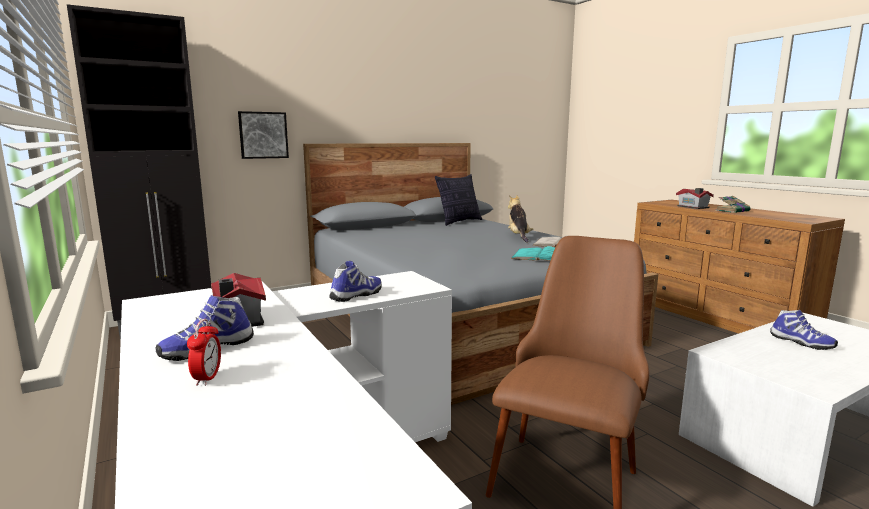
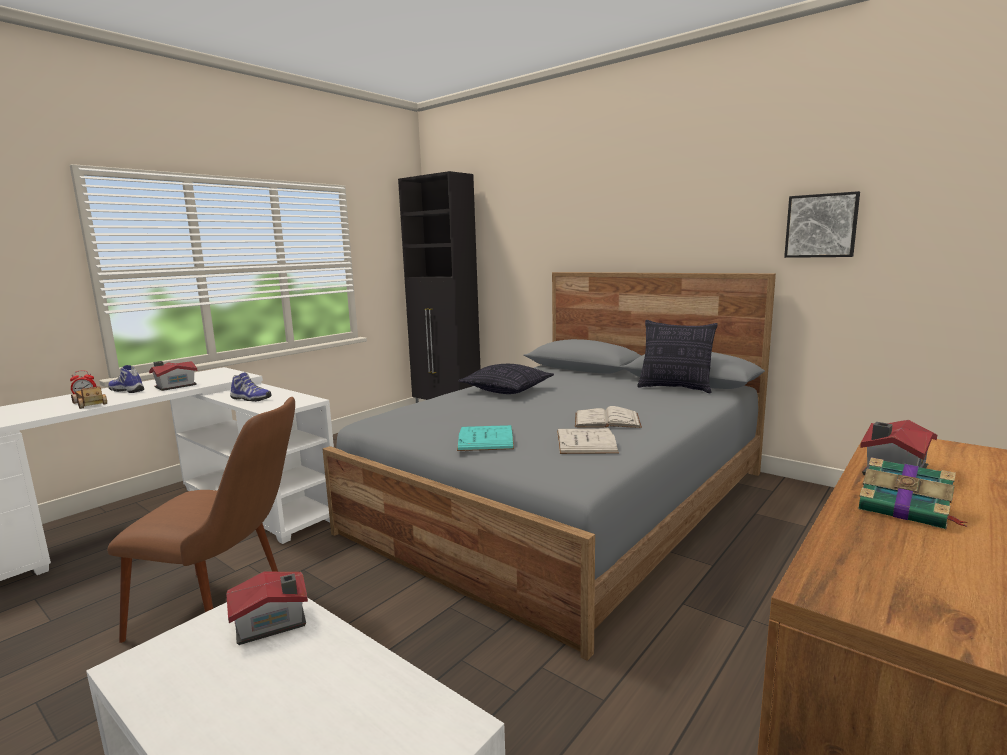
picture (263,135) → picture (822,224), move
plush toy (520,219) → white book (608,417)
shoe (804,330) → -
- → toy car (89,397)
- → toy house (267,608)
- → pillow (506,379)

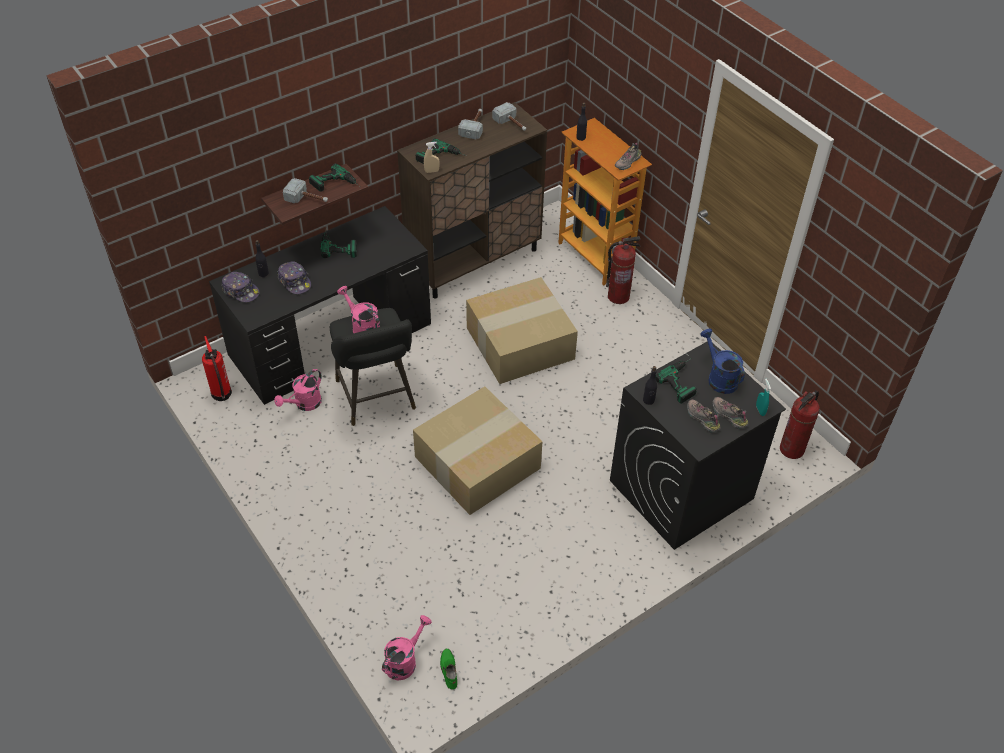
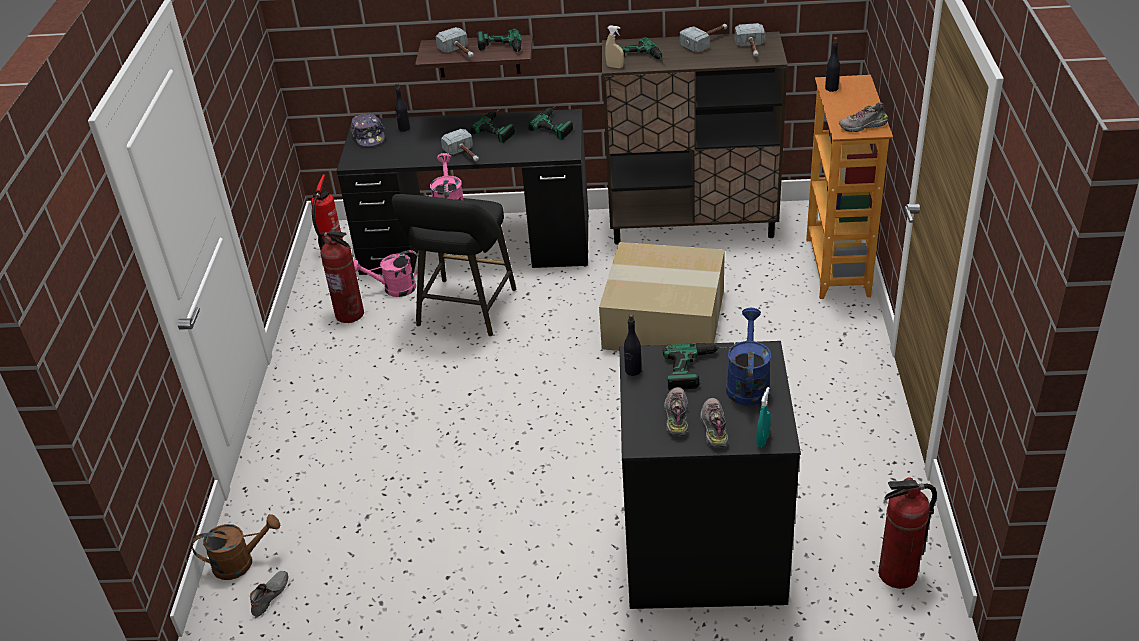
cap (294,277) → -
pink watering can (407,647) → brown watering can (236,547)
cardboard box (478,451) → -
green shoe (448,669) → grey shoe (269,593)
fire extinguisher (623,270) → fire extinguisher (341,276), move
- → hammer (460,145)
- → power drill (550,123)

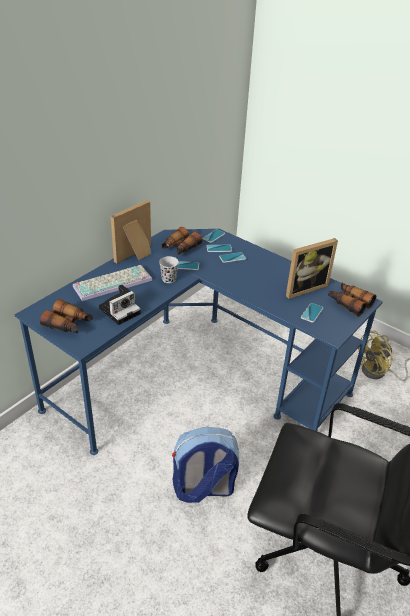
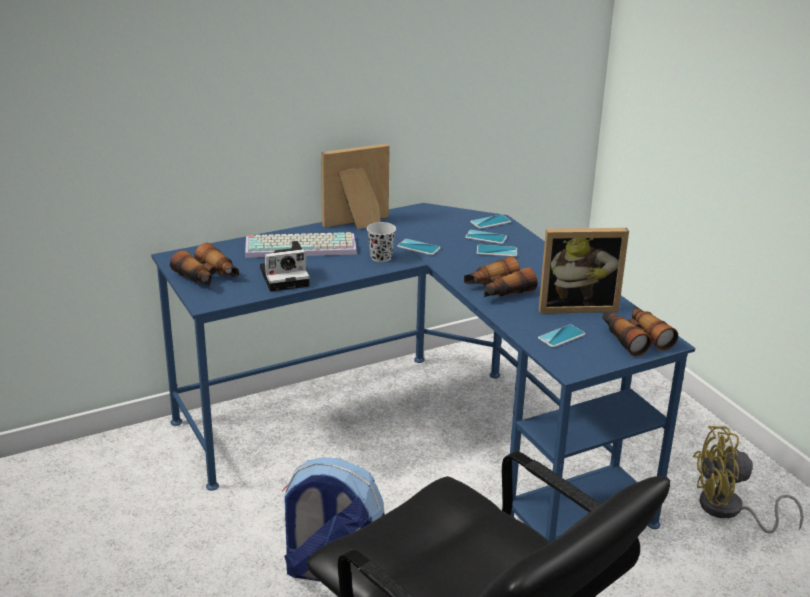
binoculars (181,241) → binoculars (500,276), move

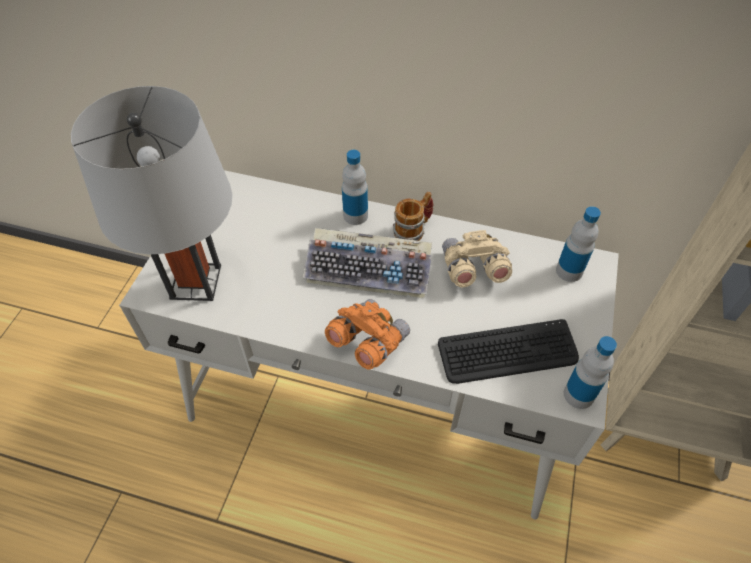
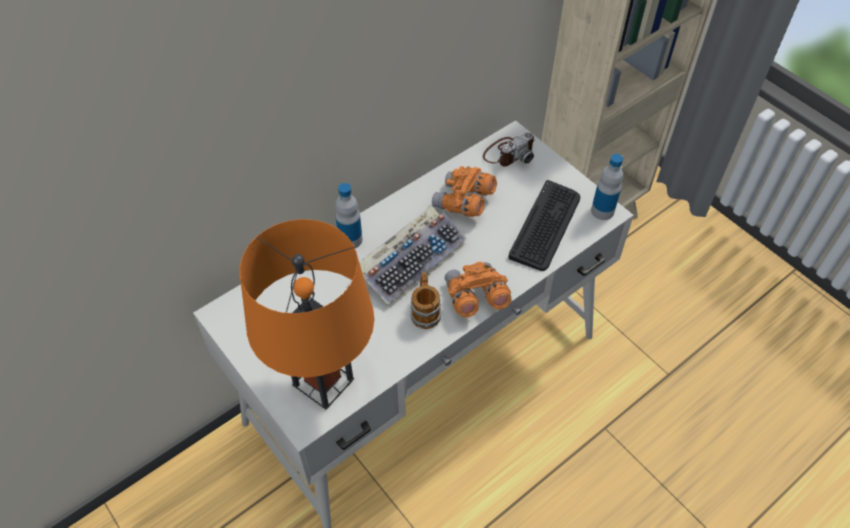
grey table lamp (151,193) → orange table lamp (307,314)
mug (413,216) → mug (425,300), move
beige binoculars (477,258) → orange binoculars (464,191)
bottle (578,244) → photo camera (509,149)

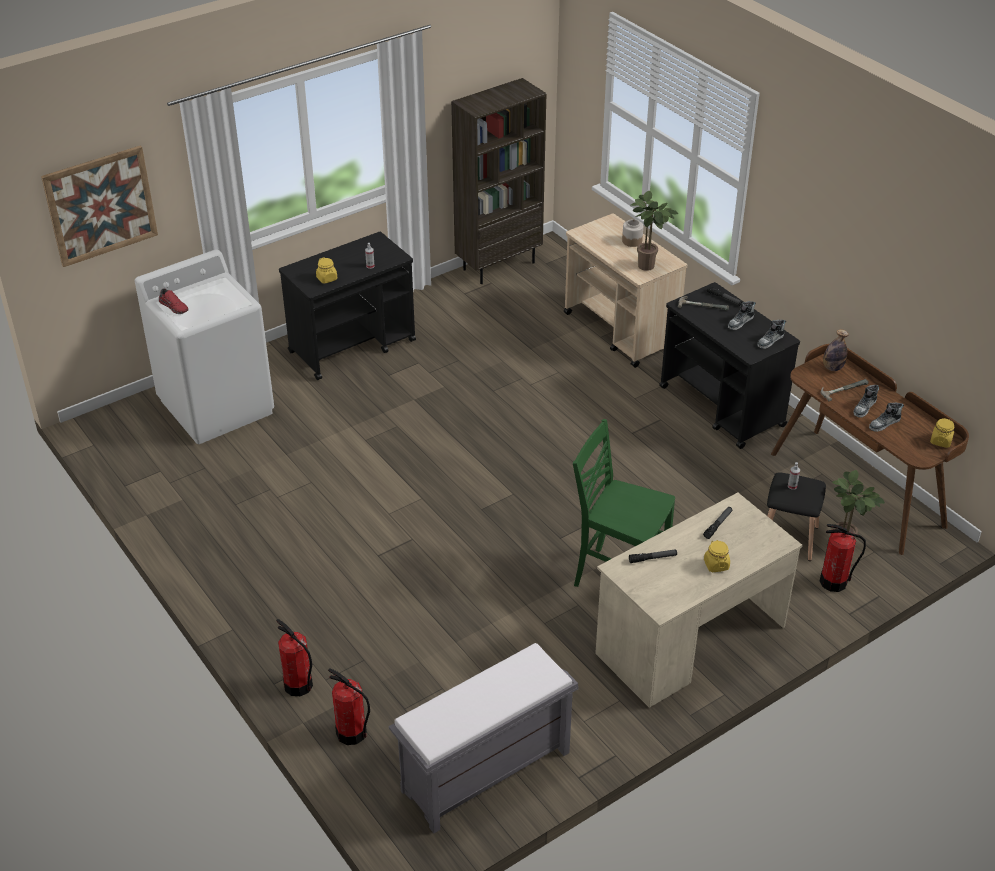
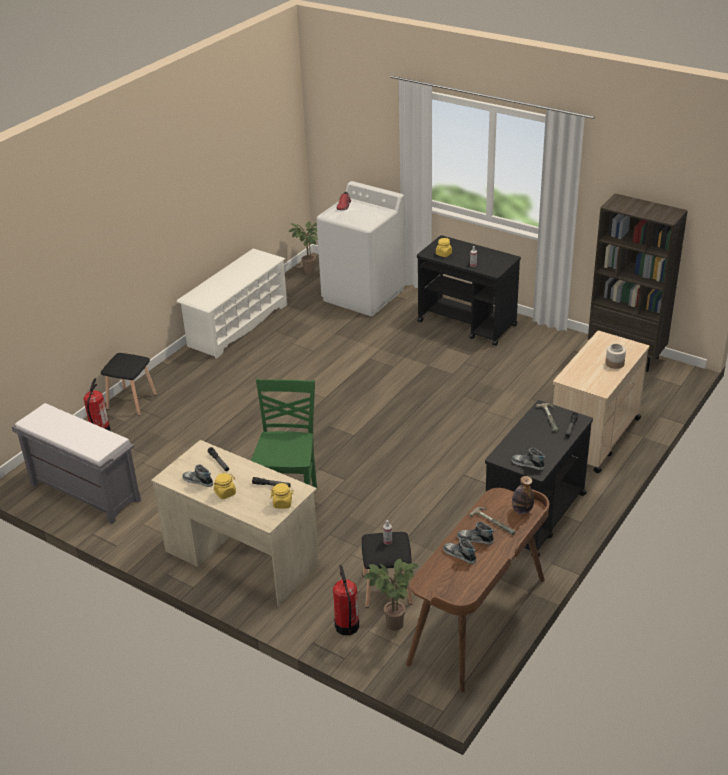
picture (99,206) → -
fire extinguisher (294,657) → black stool (129,384)
potted plant (654,231) → potted plant (303,248), move
shoe (742,315) → shoe (197,475), move
yellow jar (942,433) → yellow jar (282,496), move
- → white shoe rack (231,303)

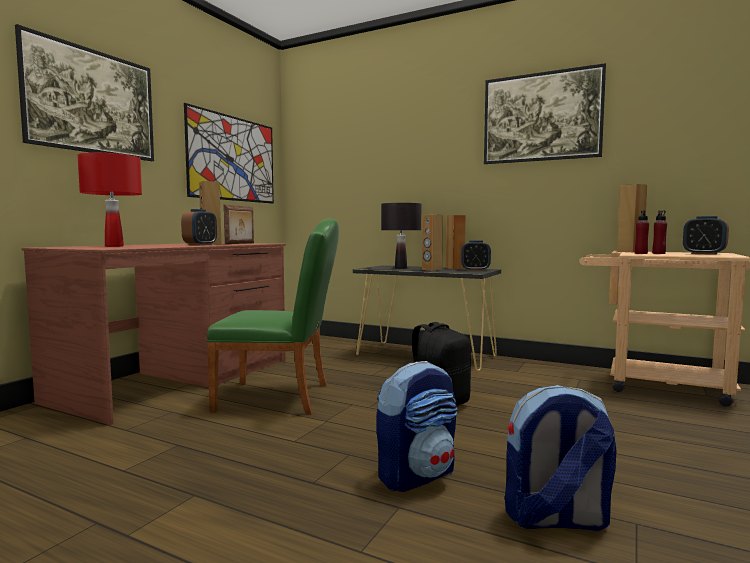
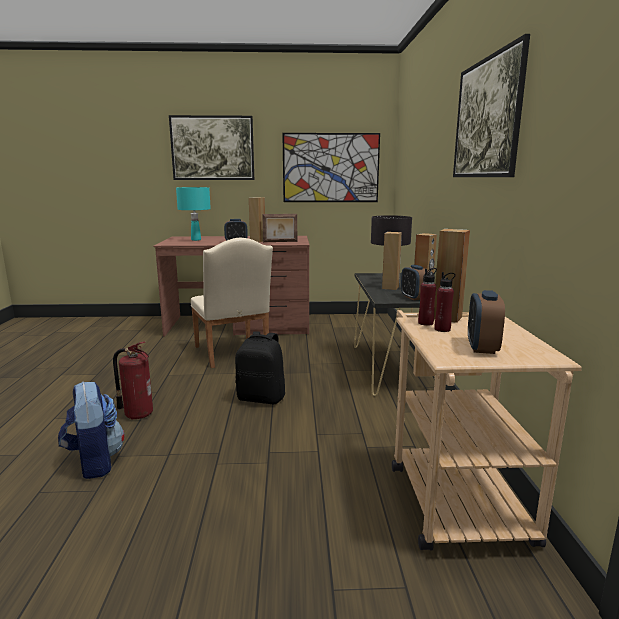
red table lamp (110,200) → turquoise table lamp (193,214)
green chair (272,316) → beige chair (231,303)
backpack (417,426) → fire extinguisher (133,380)

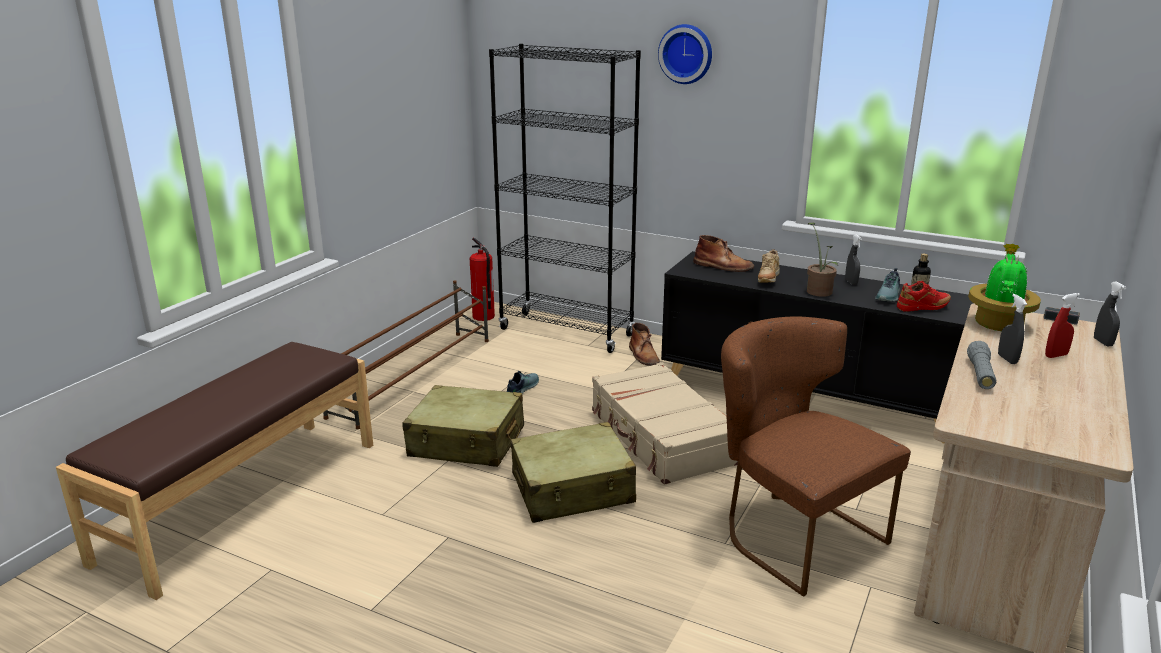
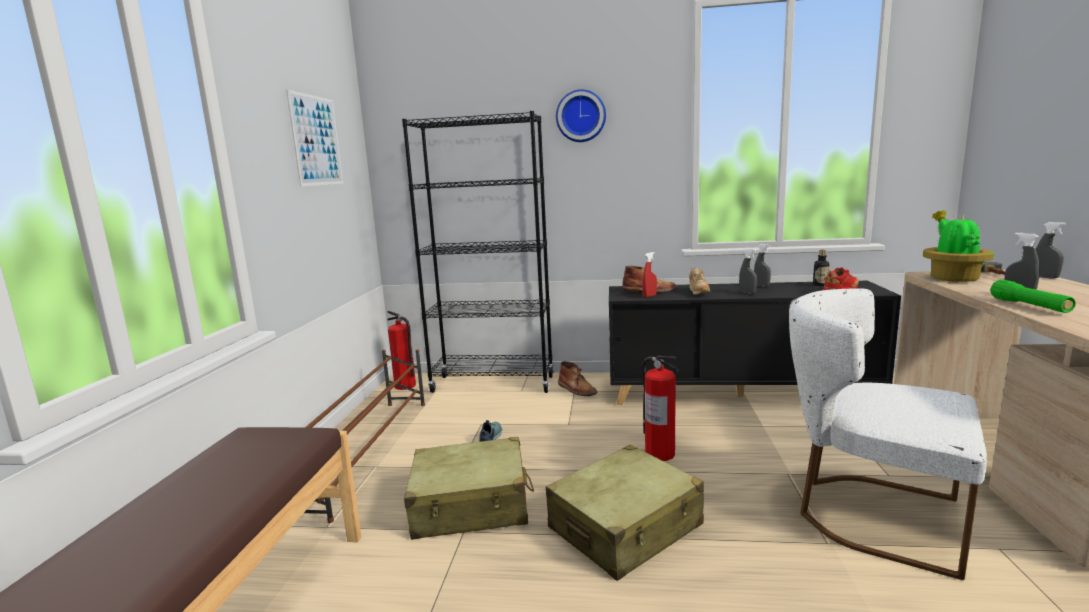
beige suitcase (665,423) → fire extinguisher (660,408)
brown chair (816,456) → white chair (888,434)
potted plant (822,260) → grey spray bottle (748,271)
shoe (887,285) → -
grey flashlight (981,365) → green flashlight (1033,296)
red spray bottle (1062,325) → red spray bottle (649,275), move
- → picture (314,137)

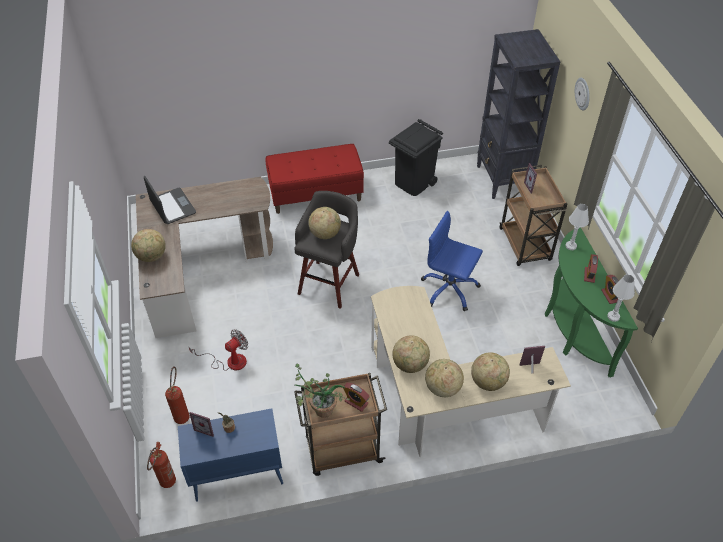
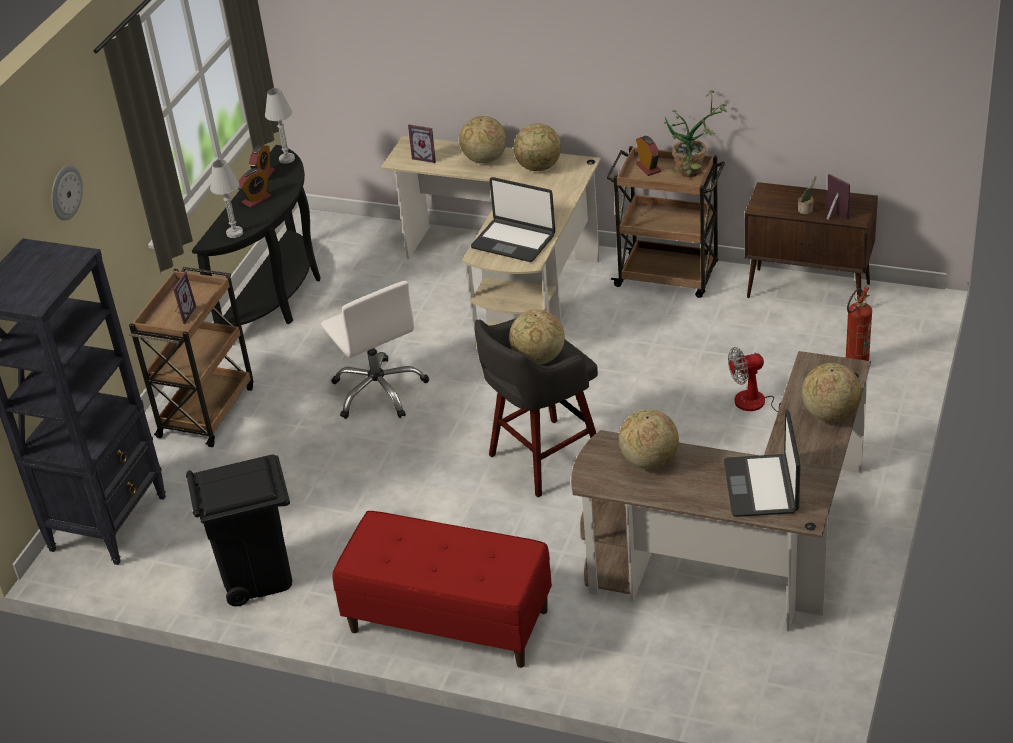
fire extinguisher (161,465) → -
blue cabinet (230,455) → brown cabinet (811,240)
globe (411,354) → globe (649,439), move
blue office chair (452,261) → white office chair (375,350)
green console table (591,302) → black console table (256,235)
- → laptop (513,219)

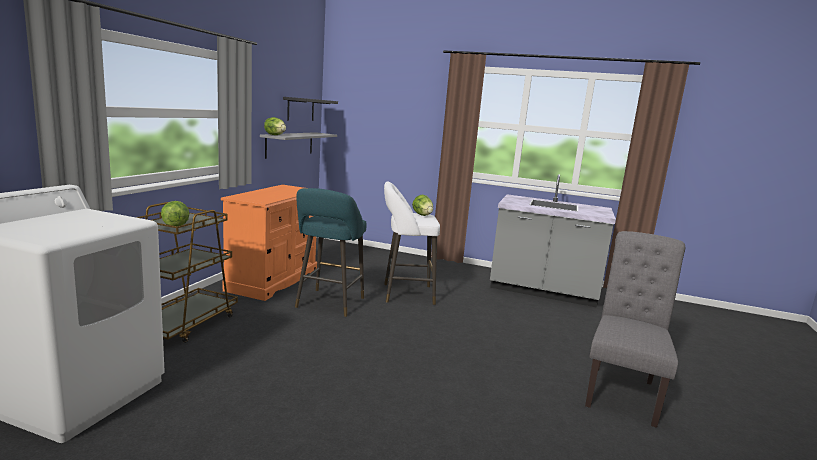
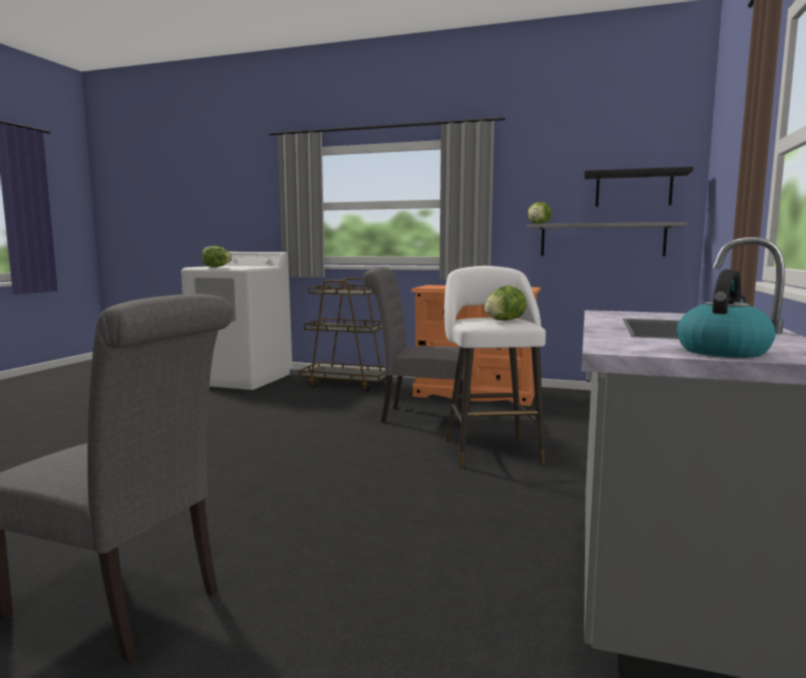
lettuce (175,213) → lettuce (217,256), move
turquoise stool (331,252) → grey chair (418,347)
- → kettle (726,313)

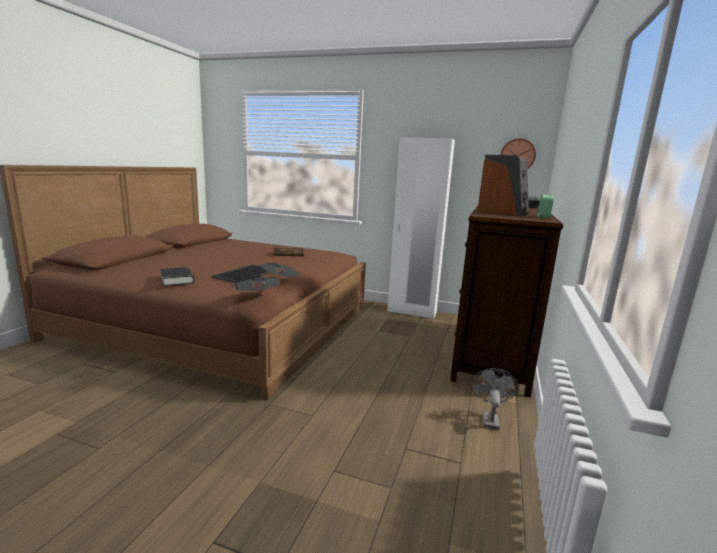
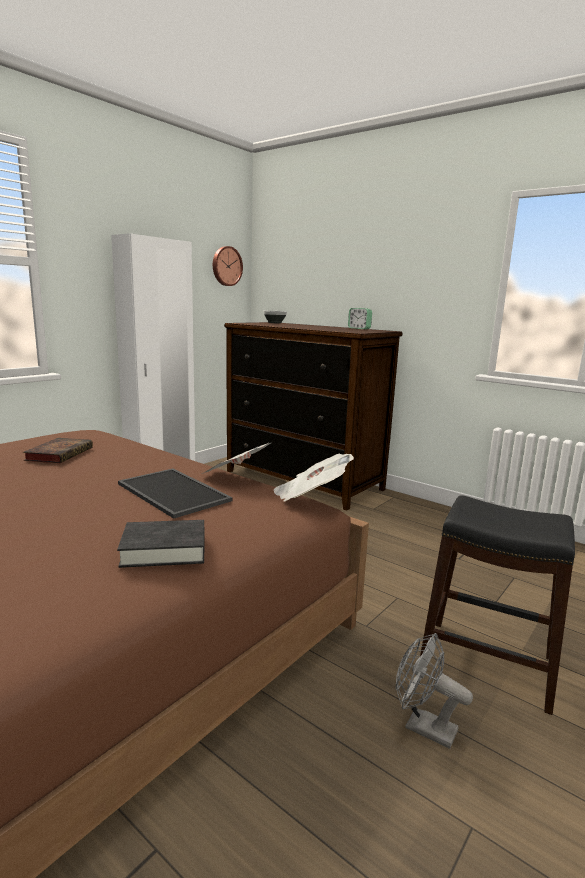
grey fan (494,399) → grey fan (434,691), move
speaker (503,185) → -
- → black stool (497,605)

